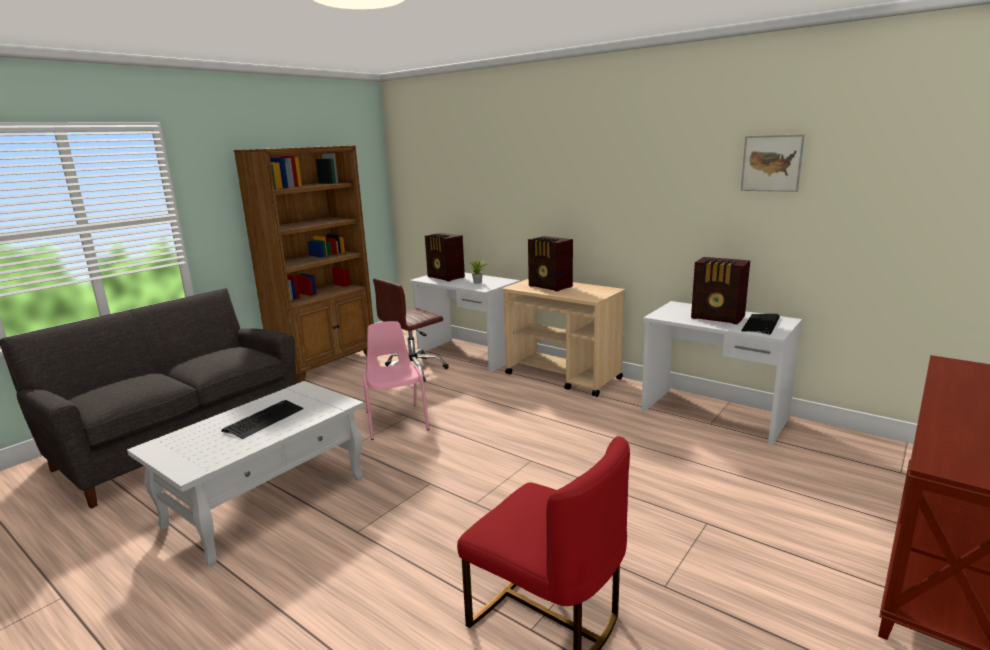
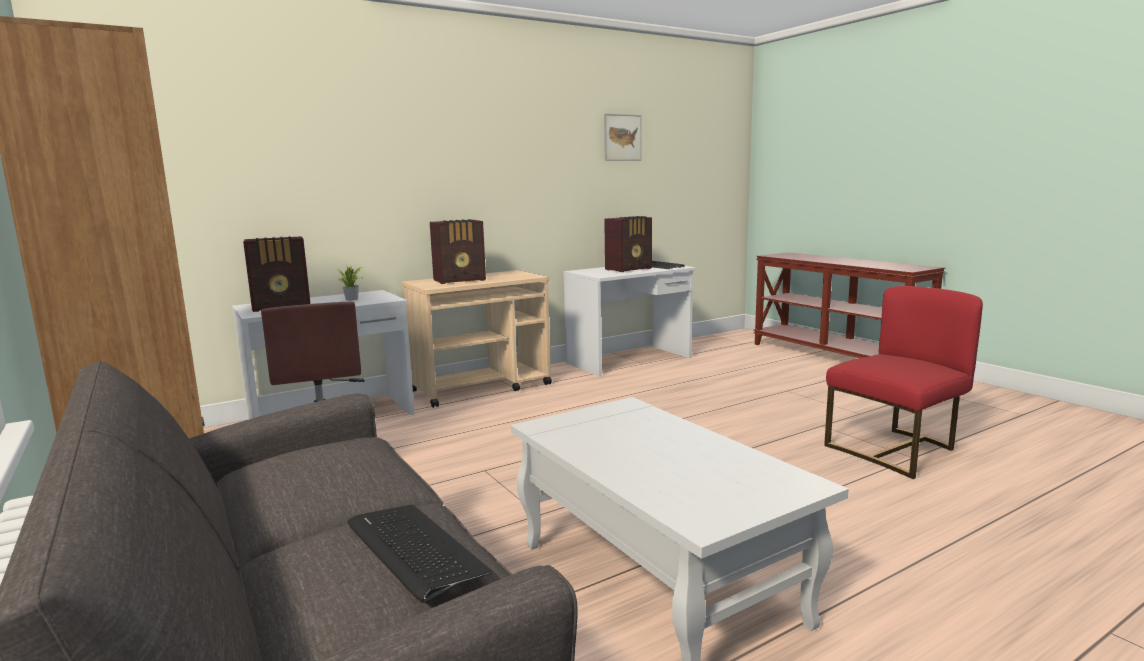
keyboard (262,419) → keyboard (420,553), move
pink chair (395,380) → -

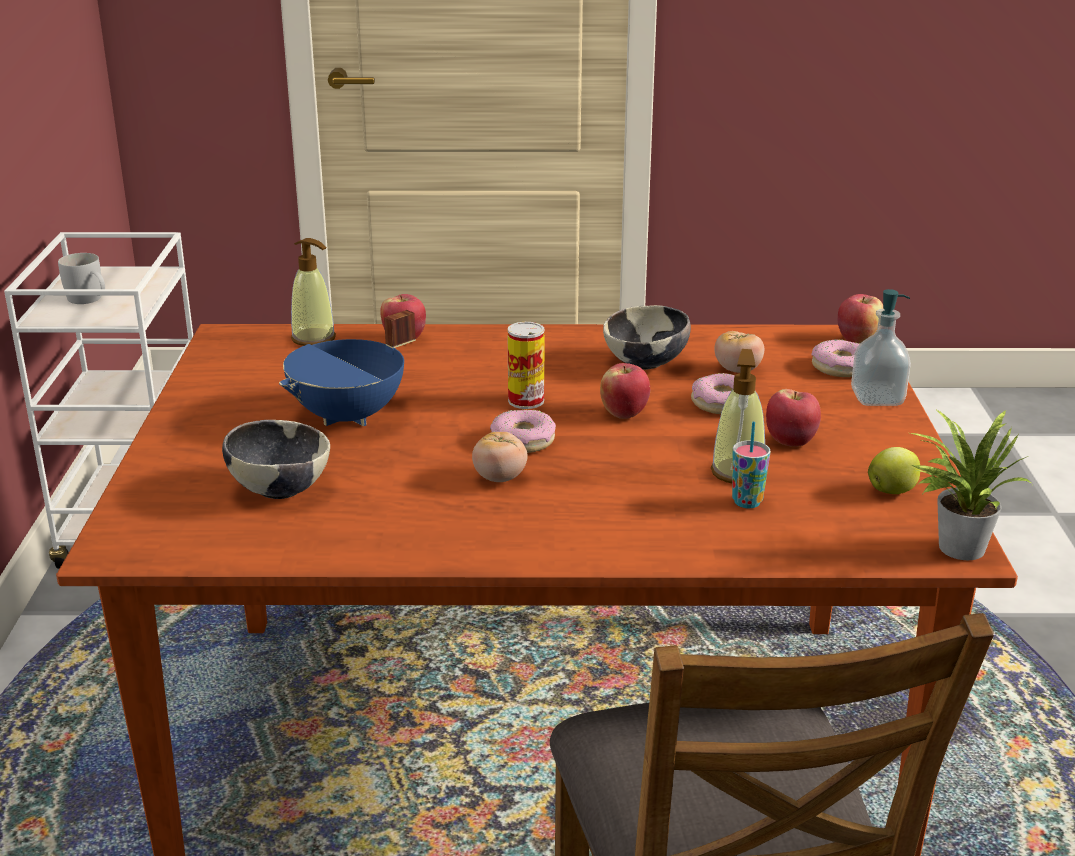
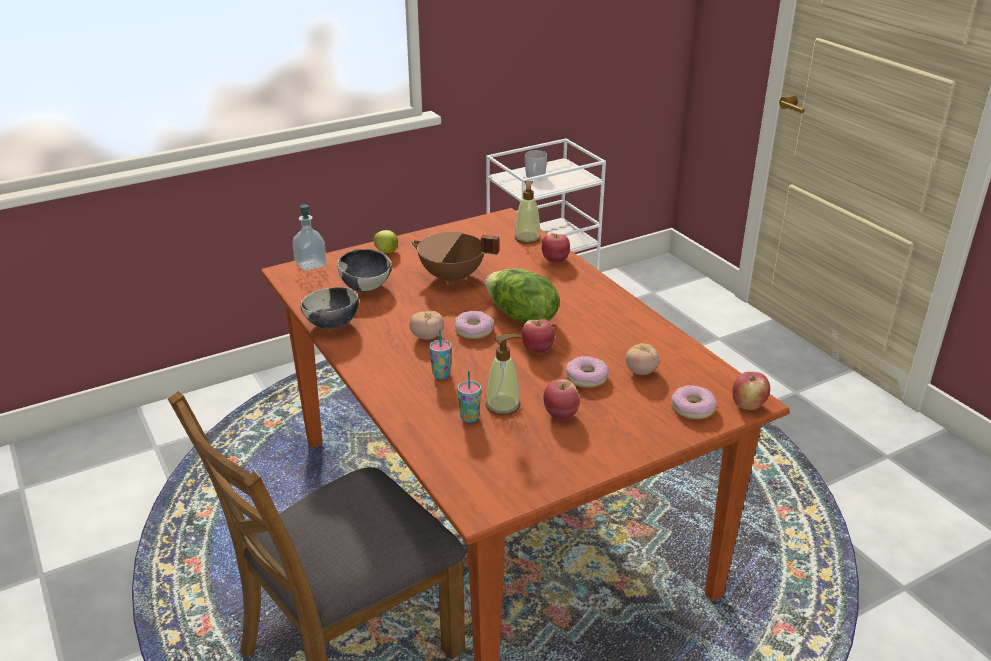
blue cooking pot (347,368) → brown cooking pot (455,258)
can (525,365) → lettuce (522,295)
bowl (647,337) → bowl (329,308), move
soap dispenser (881,347) → soap dispenser (309,237), move
apple (894,470) → apple (386,241), move
potted plant (971,484) → -
- → cup (440,354)

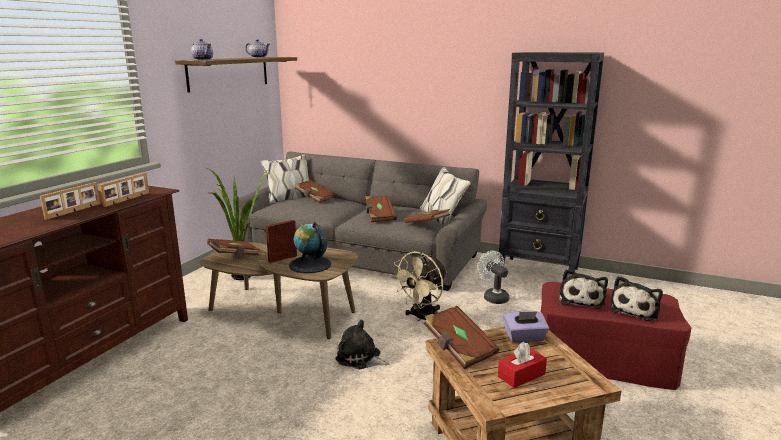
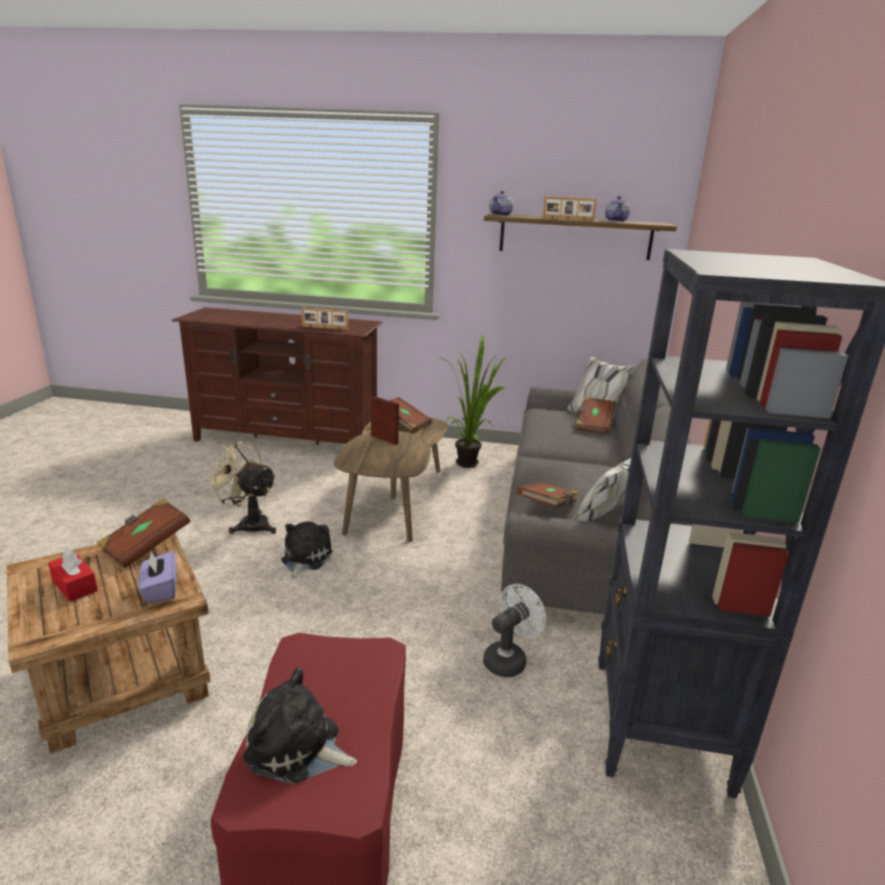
picture frame (70,201) → picture frame (570,208), move
globe (310,247) → -
brown book (381,209) → -
beige fan (419,286) → beige fan (240,487), move
plush toy (583,289) → -

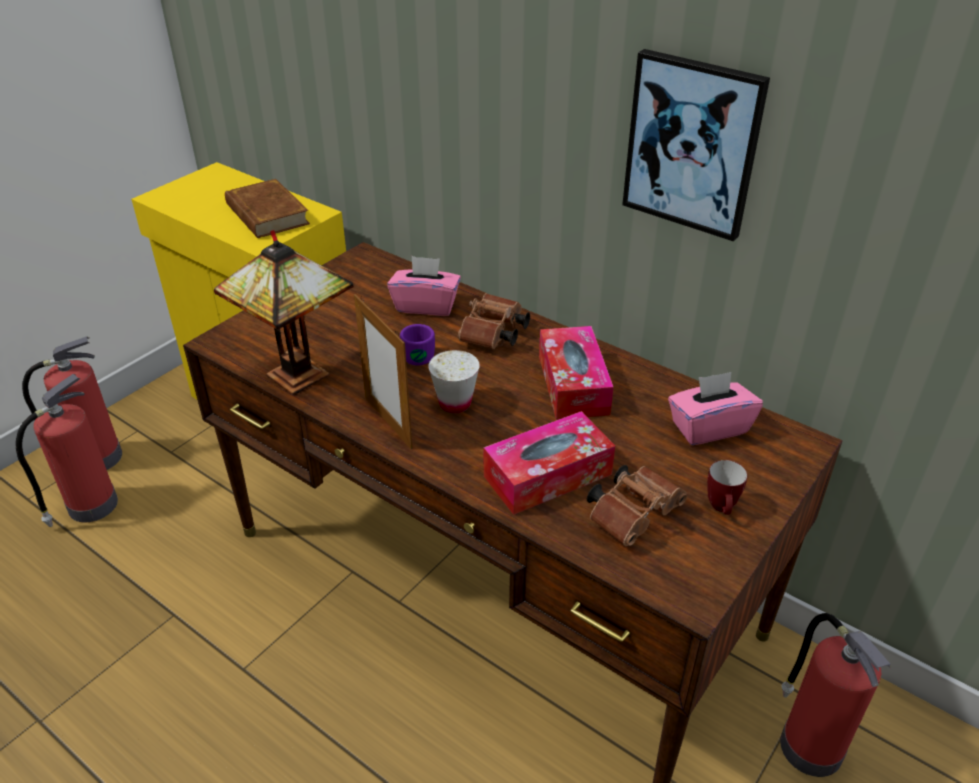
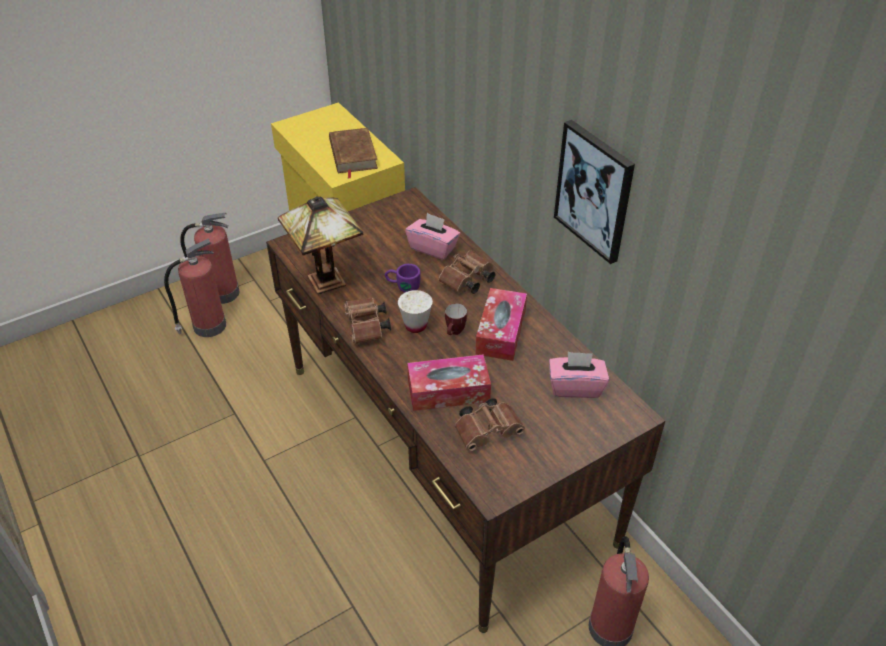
picture frame (383,371) → brown binoculars (367,321)
mug (727,487) → mug (456,319), move

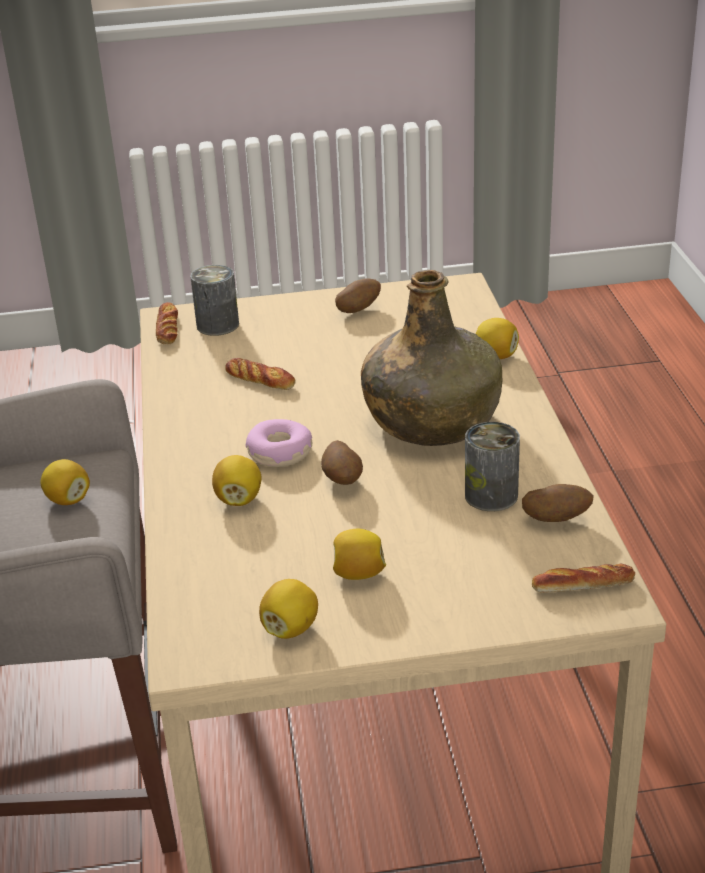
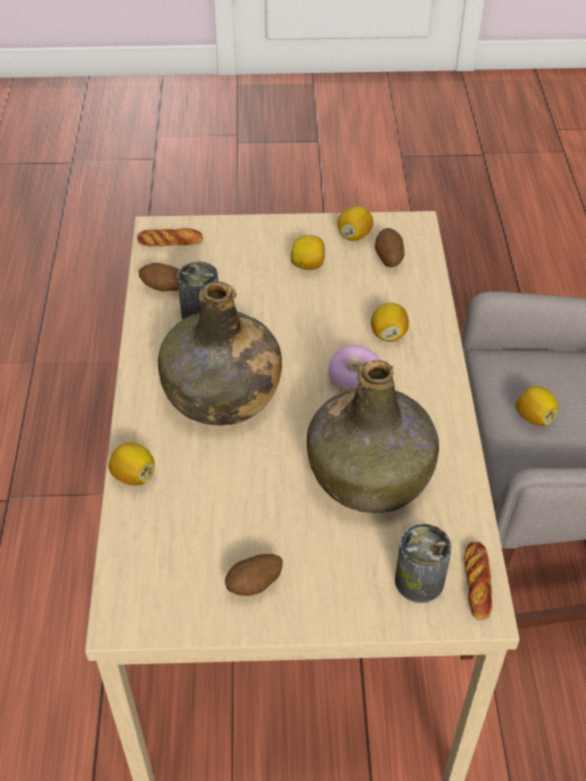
bread (260,374) → green bottle (373,436)
potato (342,462) → potato (390,247), move

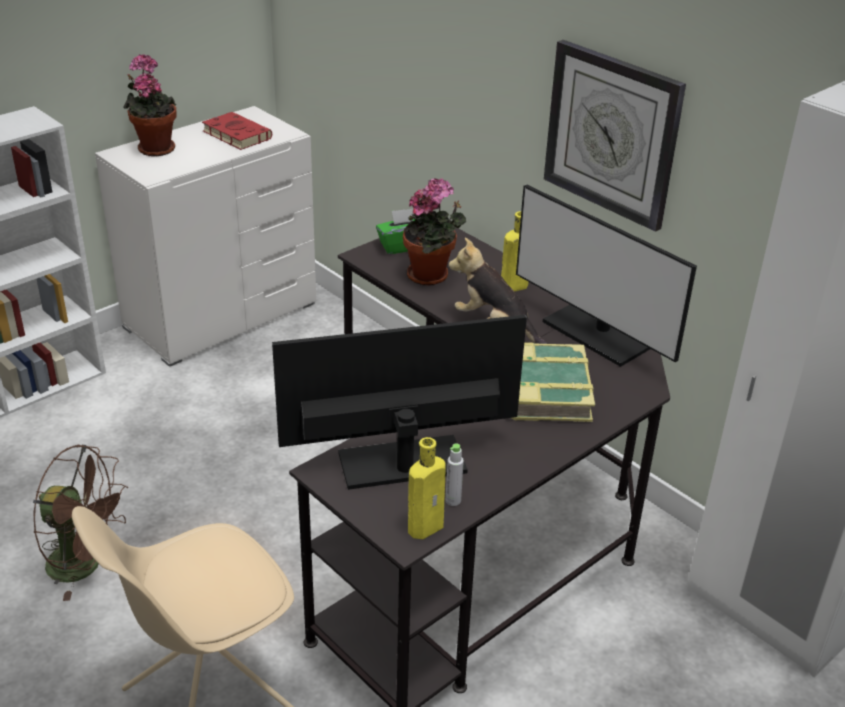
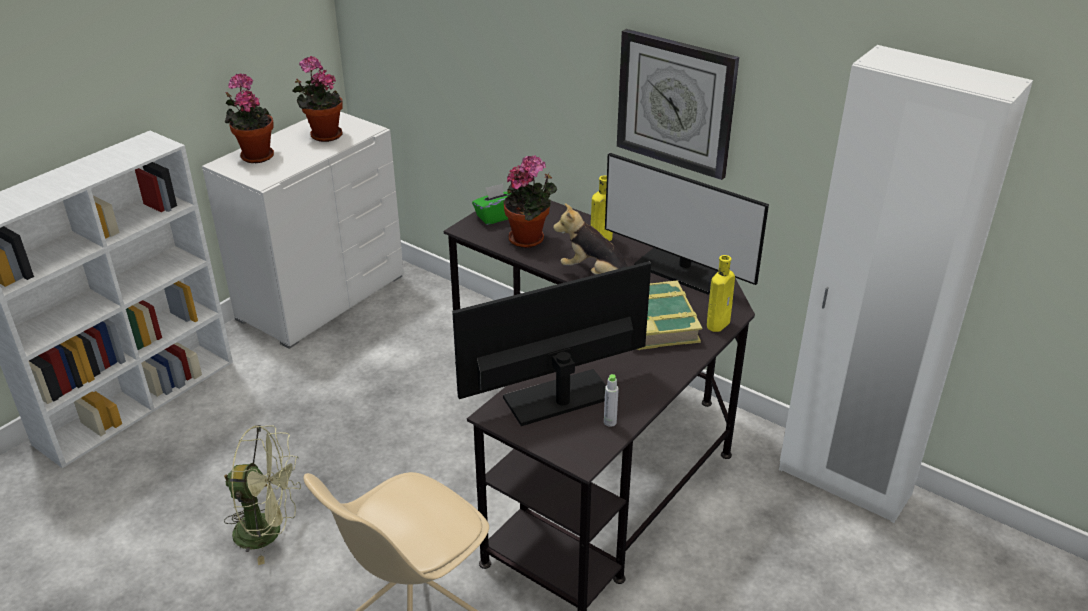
brown fan (80,522) → green fan (262,495)
red book (237,131) → potted plant (317,99)
yellow bottle (427,488) → yellow bottle (721,293), move

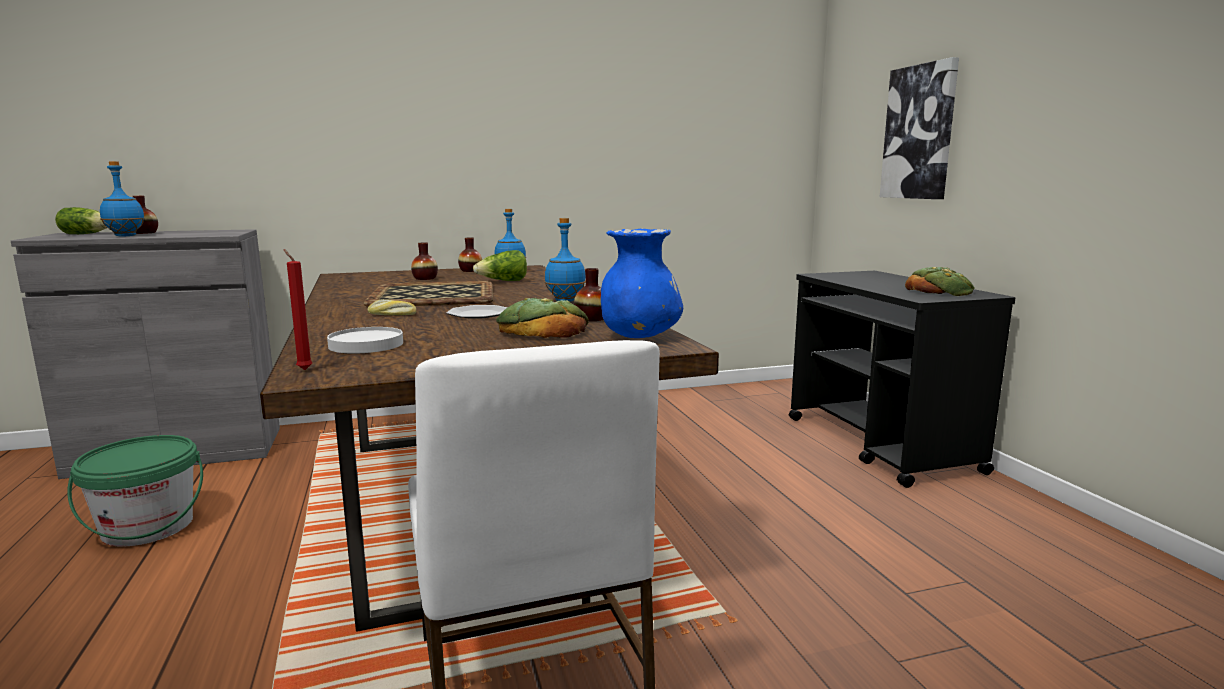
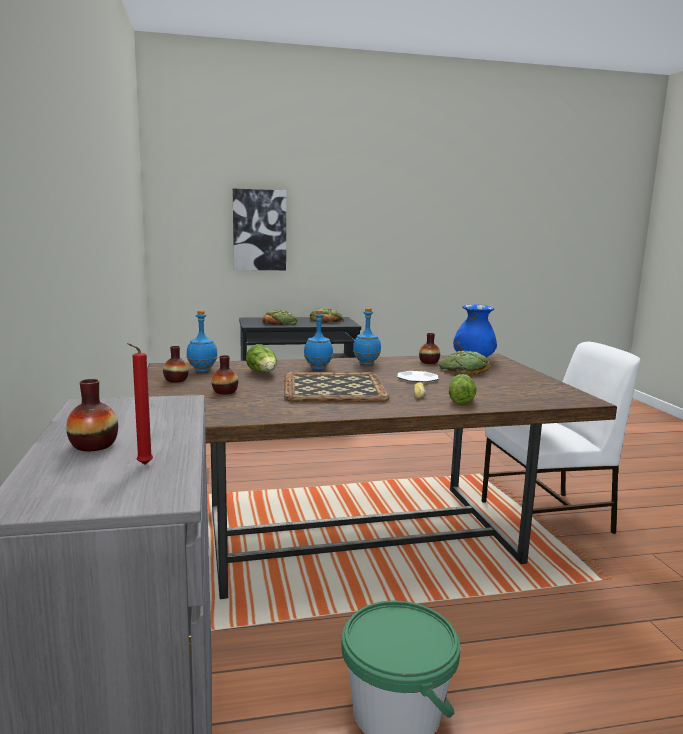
lettuce (81,220) → lettuce (463,389), move
blue bottle (122,198) → blue bottle (318,340), move
red candle (297,309) → red candle (140,404), move
white plate (365,340) → -
- → bread (280,318)

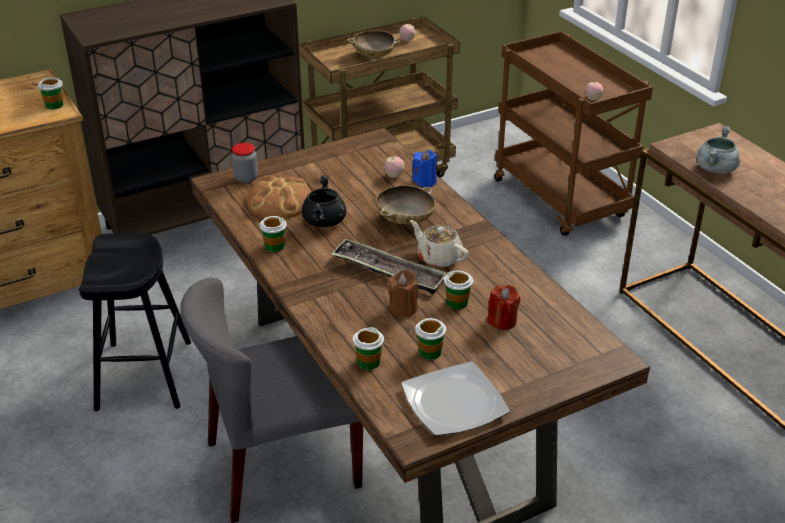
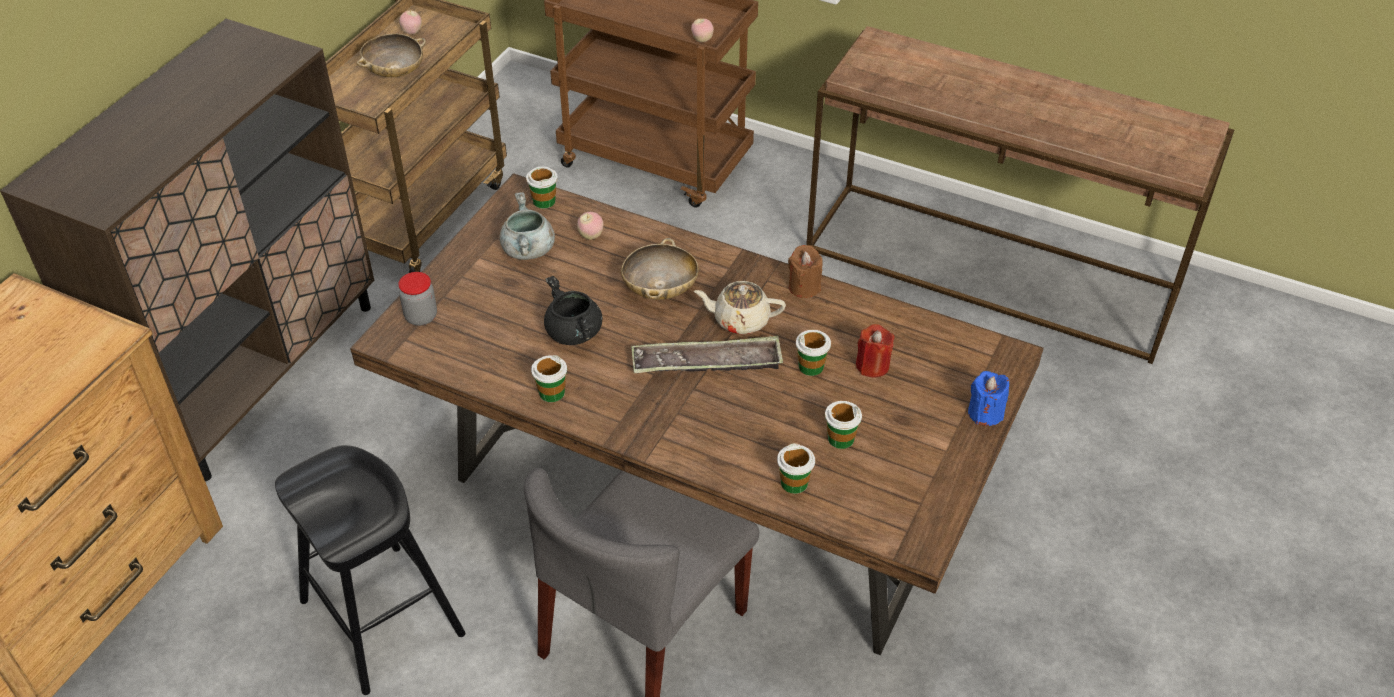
cup (50,93) → cup (542,187), move
bread (279,197) → -
brown candle (403,293) → brown candle (805,271), move
plate (455,398) → -
blue candle (425,168) → blue candle (988,398), move
grey cooking pot (718,150) → grey cooking pot (527,226), move

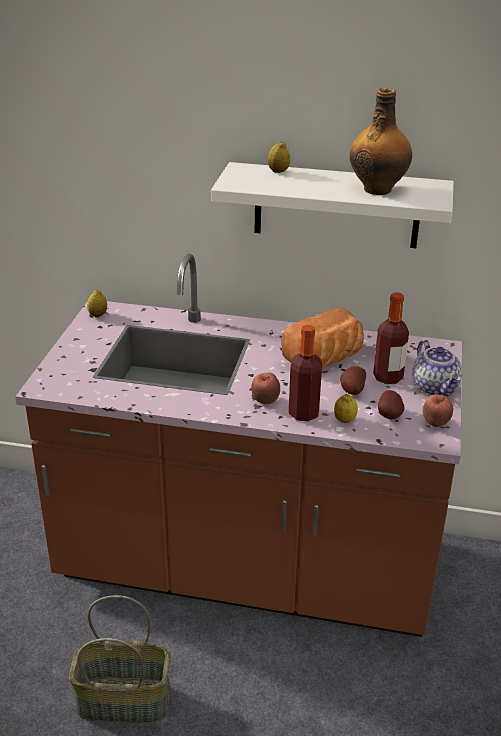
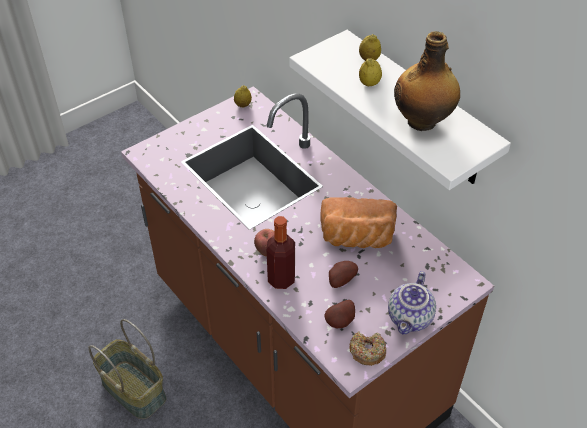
lemon (346,408) → lemon (370,72), move
bottle (391,338) → -
apple (438,410) → donut (367,348)

